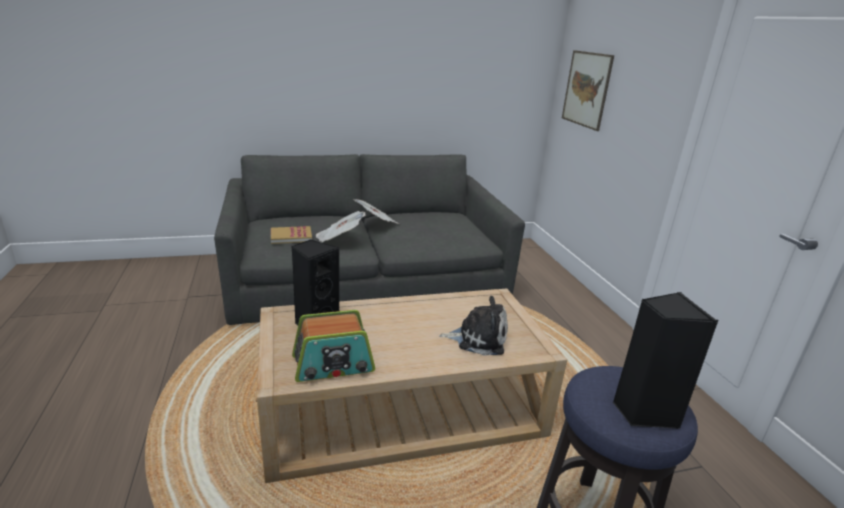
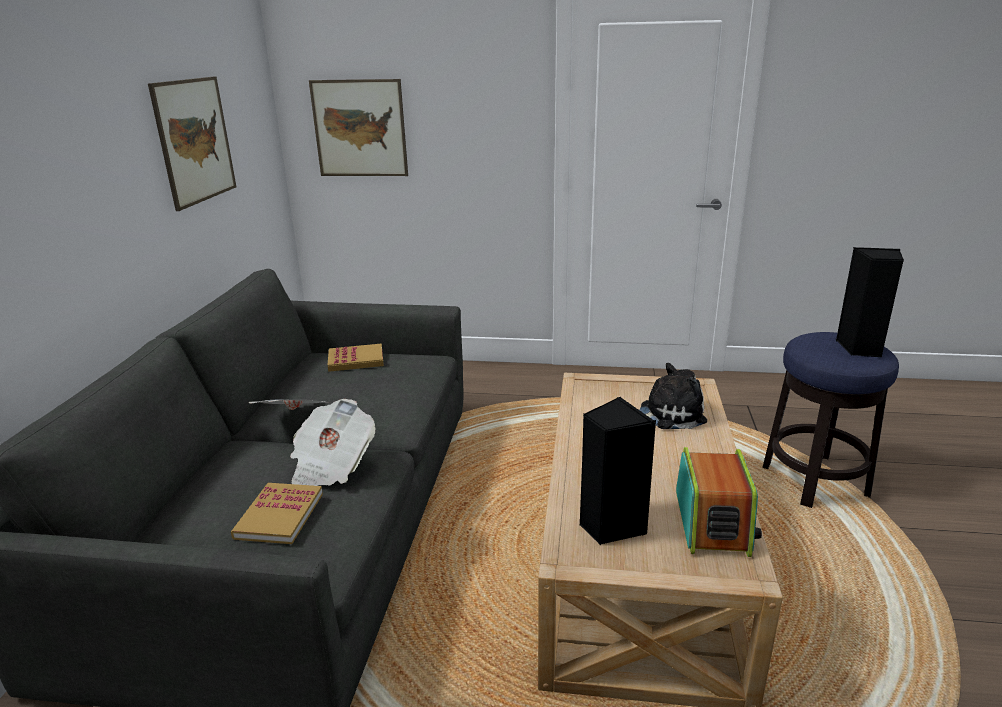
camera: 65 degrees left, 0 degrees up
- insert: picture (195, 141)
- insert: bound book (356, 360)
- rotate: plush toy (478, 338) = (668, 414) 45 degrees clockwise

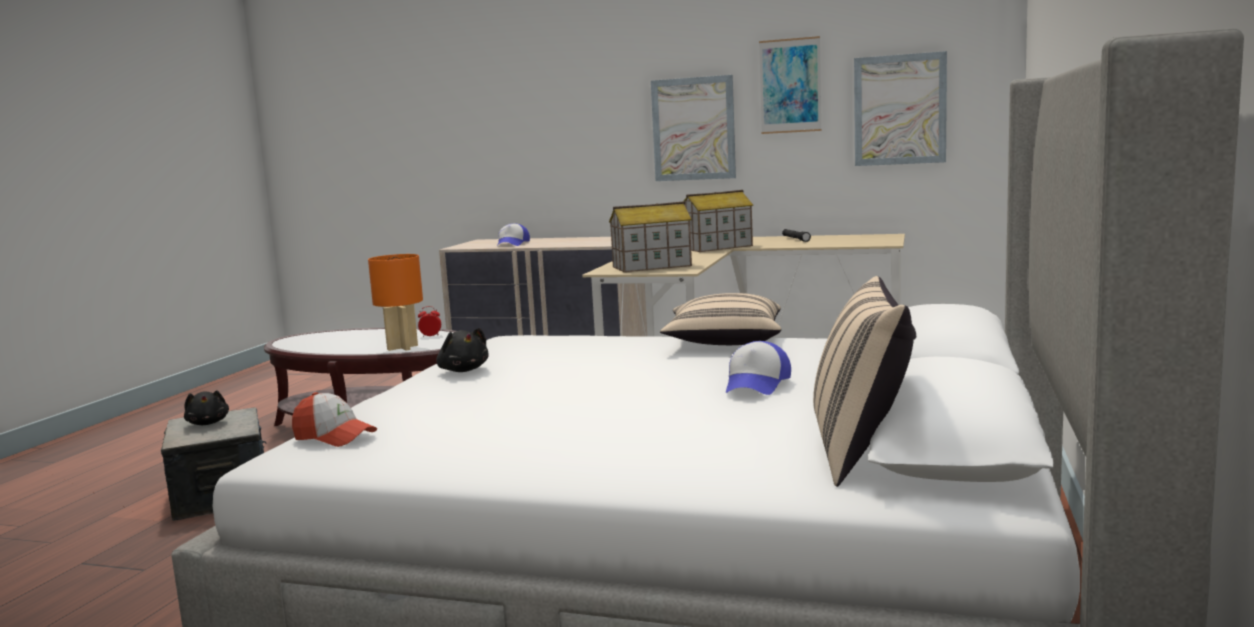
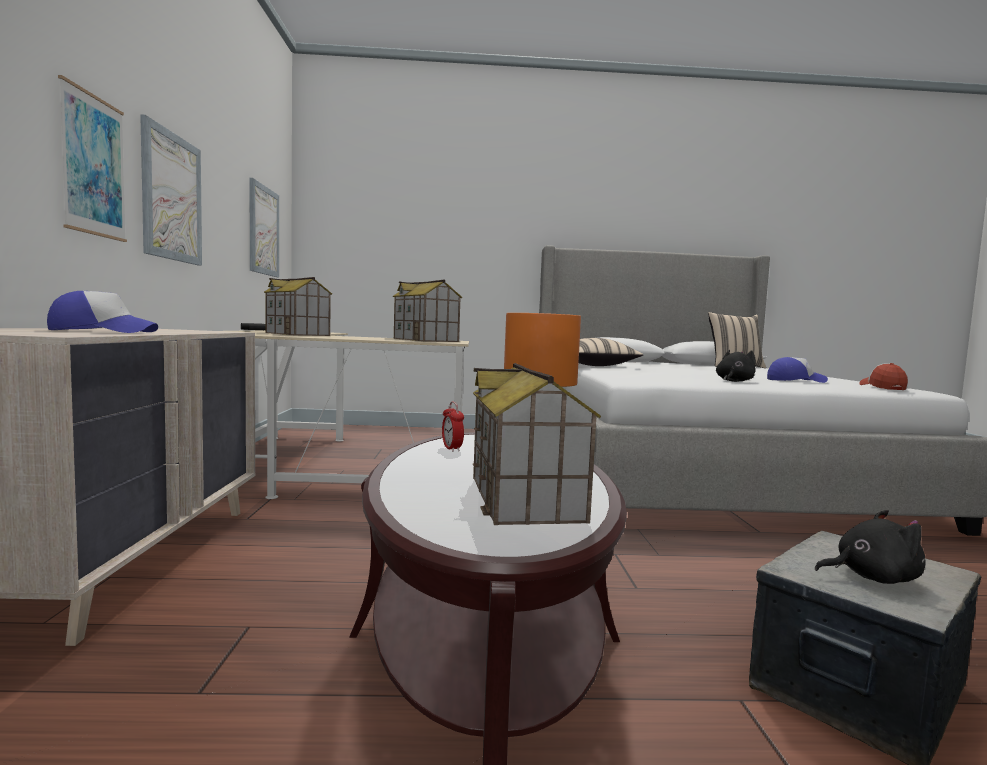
camera: 110 degrees left, 5 degrees down
- move: picture (790, 86) to (93, 166)
- insert: toy house (526, 498)
- move: peaked cap (757, 384) to (795, 380)
- rotate: black plush toy (208, 423) = (871, 577) 45 degrees clockwise

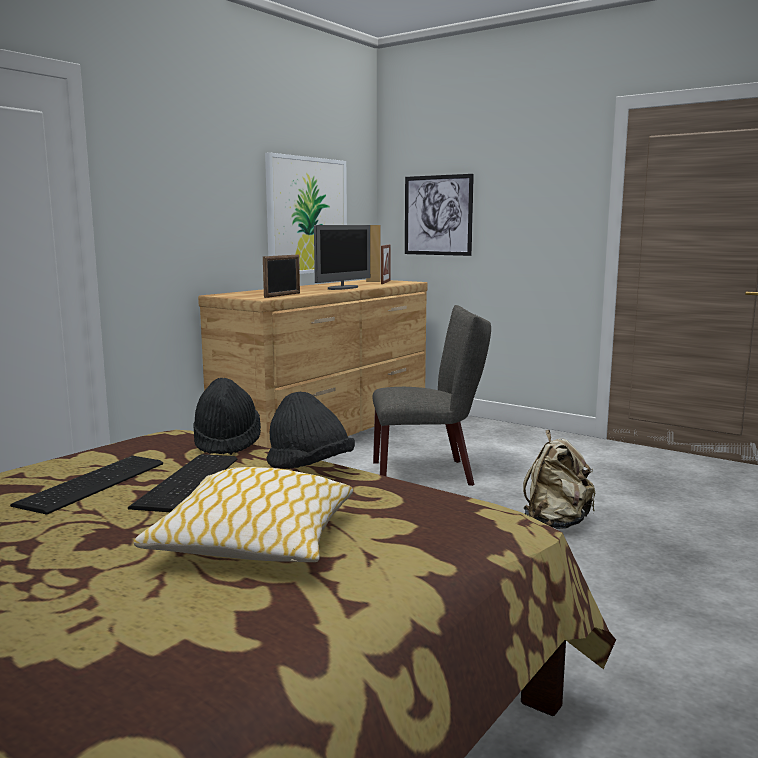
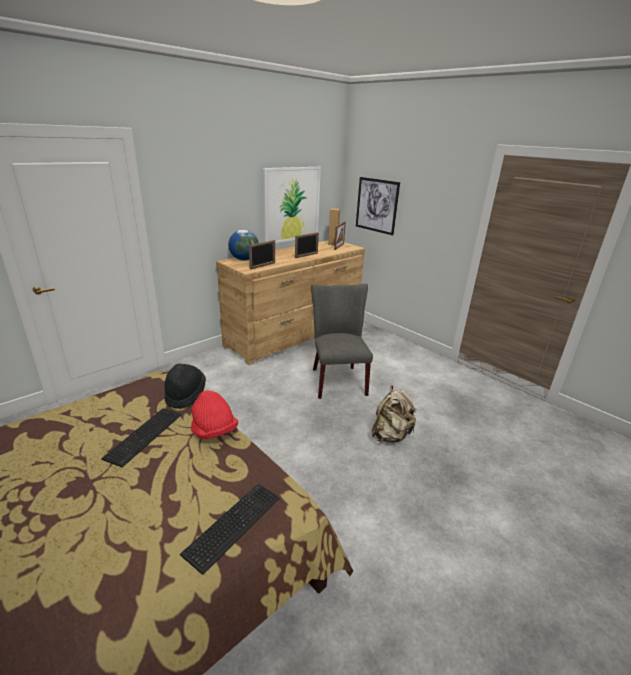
camera: 10 degrees right, 15 degrees up
- move: PC keyboard (89, 484) to (231, 524)
- recolor: black hat (309, 468) to red-coloured hat (214, 431)
- insert: world globe (244, 259)
- replace: computer display (343, 288) to standing frame (306, 255)
- rotate: greyish plain chair (429, 473) = (337, 379) 105 degrees counterclockwise
- delete: cushion (255, 541)

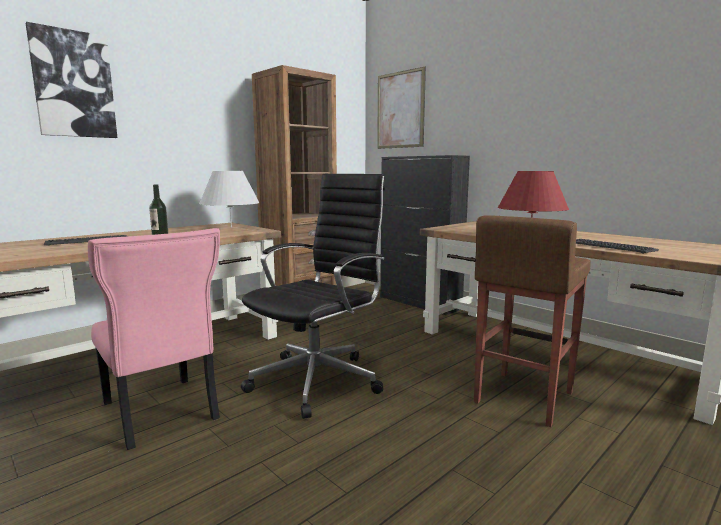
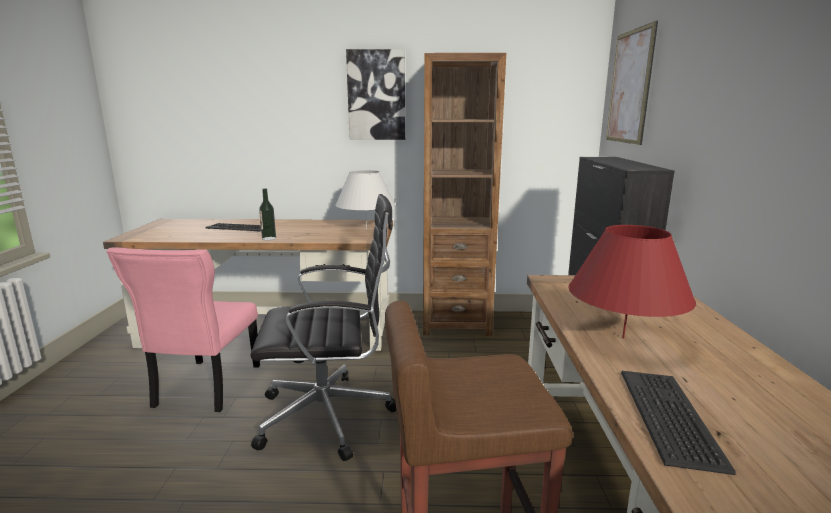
camera: 45 degrees right, 5 degrees up
- move: picture (73, 84) to (376, 95)

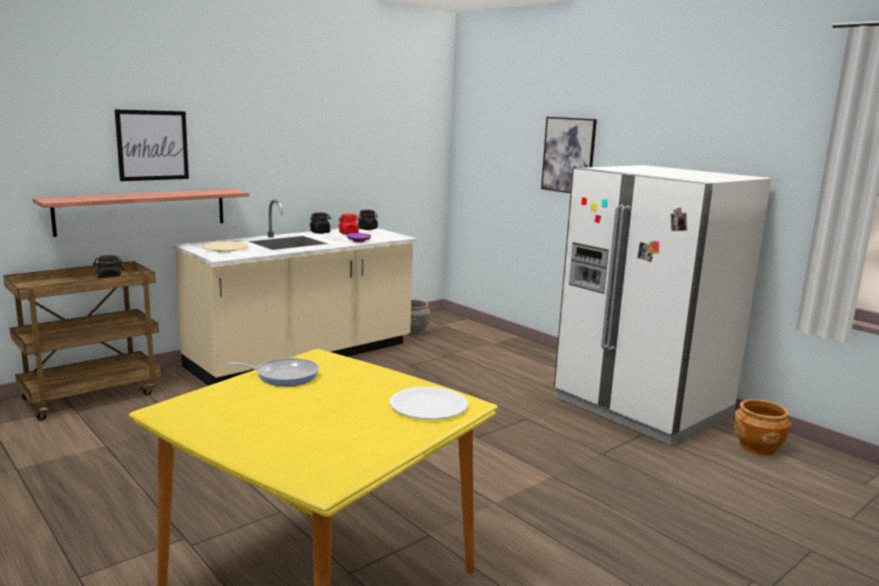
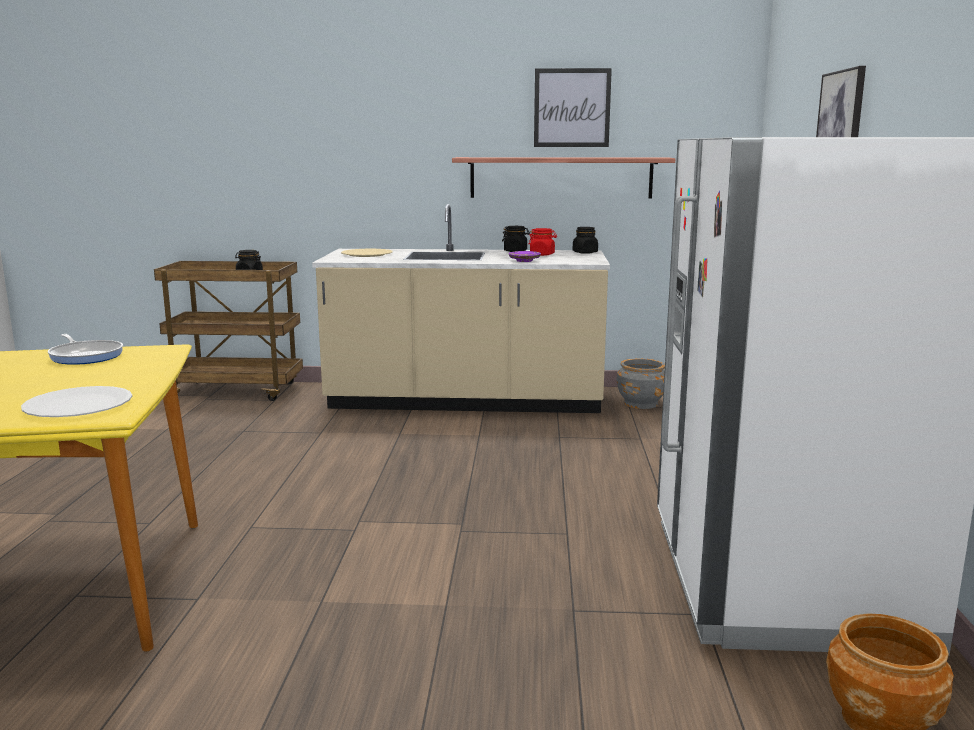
camera: 45 degrees right, 0 degrees up
- move: shelf (143, 211) to (561, 177)
- move: picture (152, 145) to (572, 108)

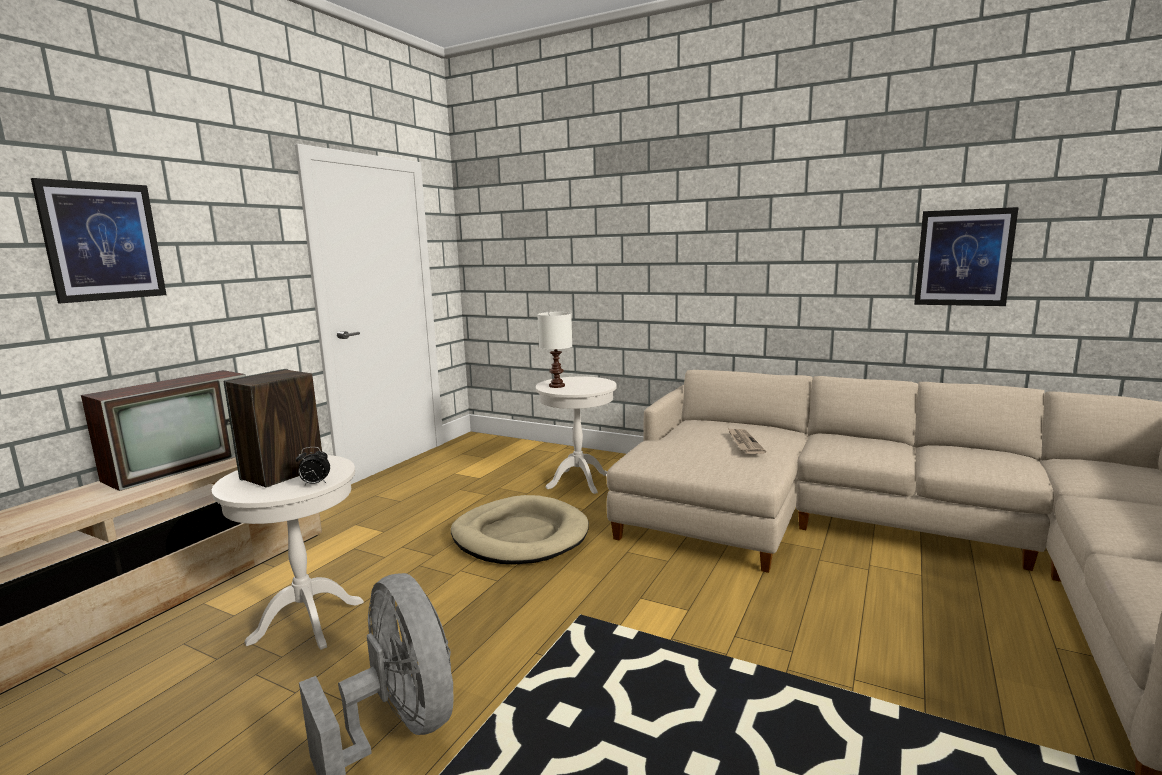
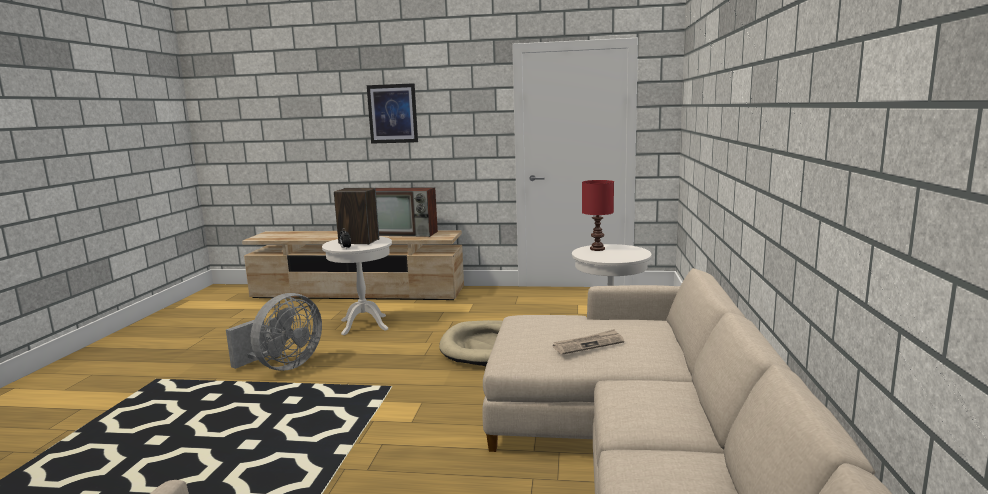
camera: 70 degrees right, 0 degrees up
- recolor: white-coloured tabletop lamp (557, 386) to red-coloured tabletop lamp (598, 249)
- delete: picture (963, 258)

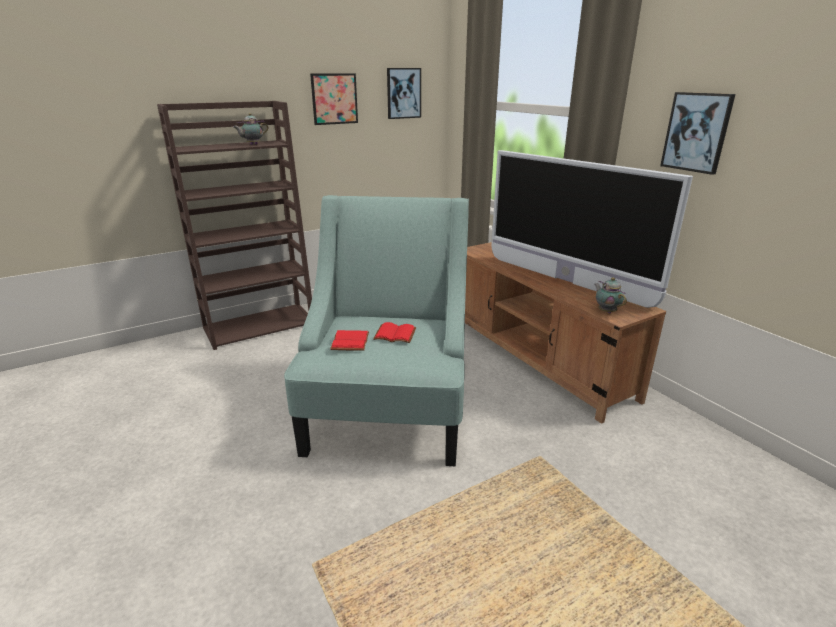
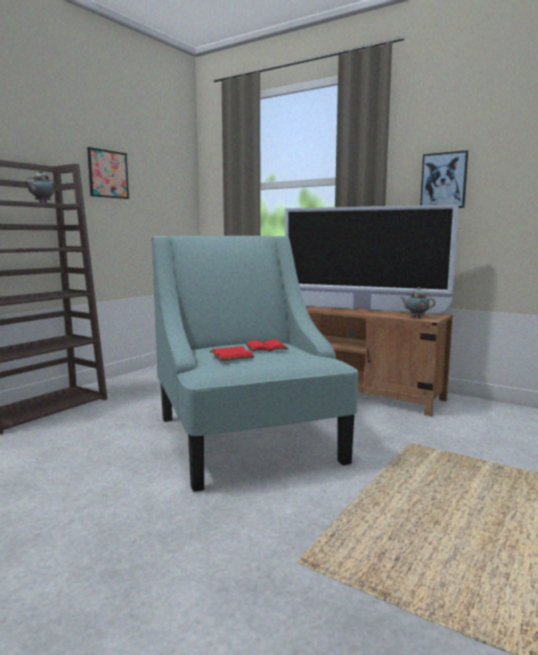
camera: 25 degrees left, 15 degrees down
- delete: picture (403, 93)

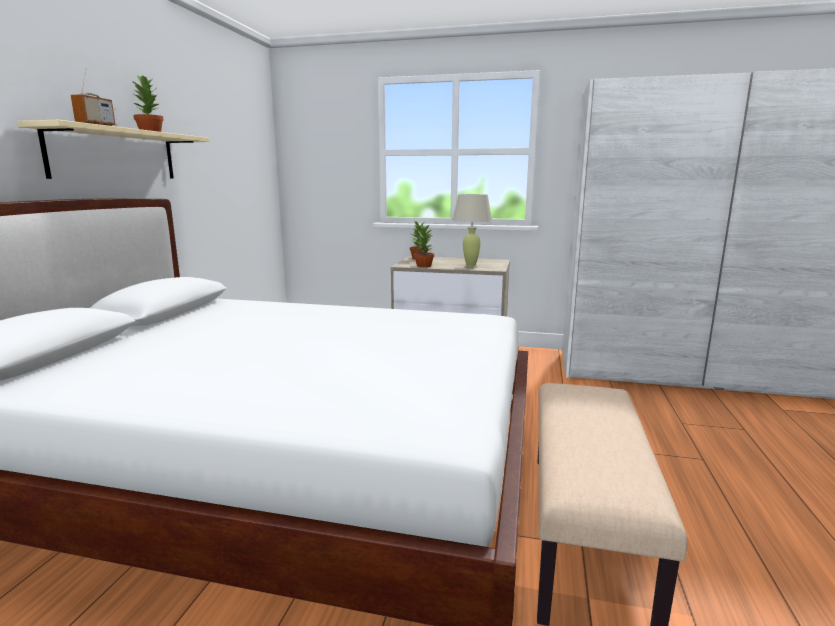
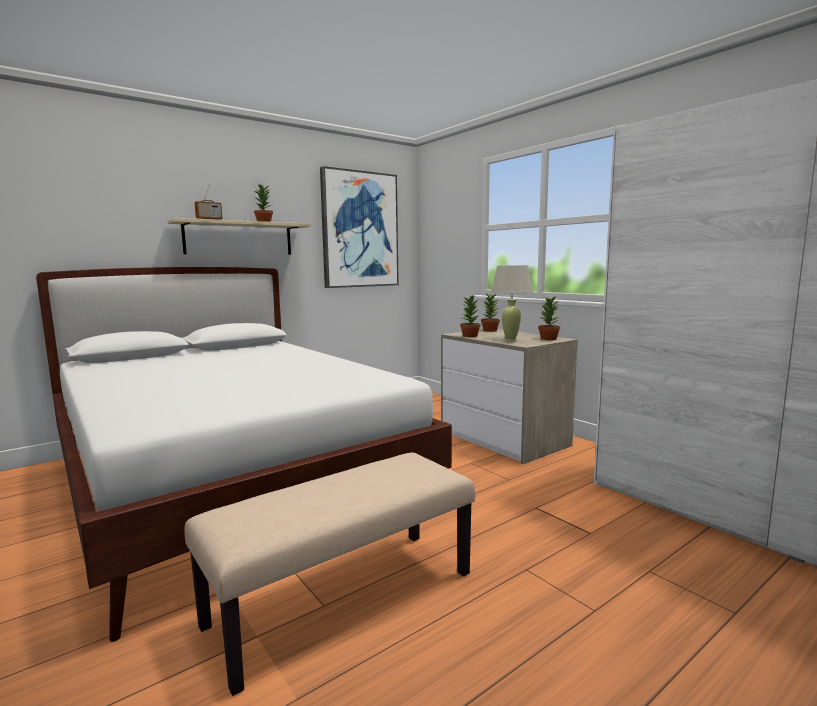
camera: 40 degrees right, 5 degrees down
- insert: picture (359, 230)
- insert: plant in a pot (548, 339)

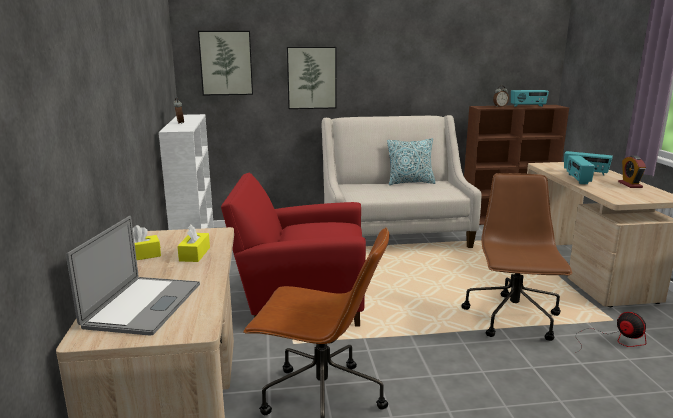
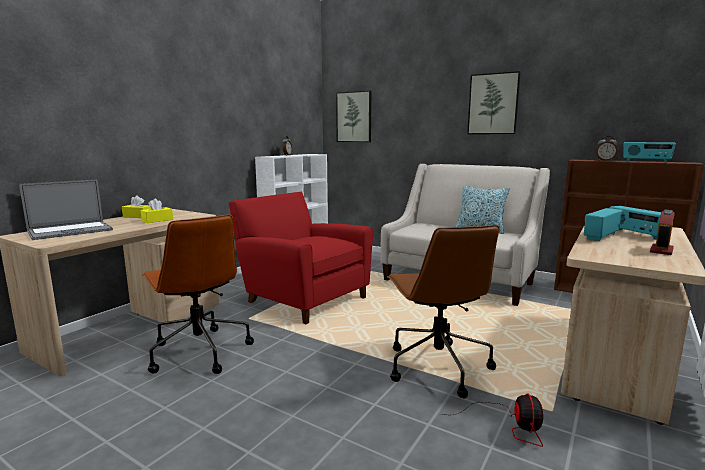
camera: 40 degrees right, 5 degrees down
- rotate: brown-coloured desk chair (513, 319) = (436, 366) 120 degrees clockwise
- move: picture (311, 78) to (493, 104)

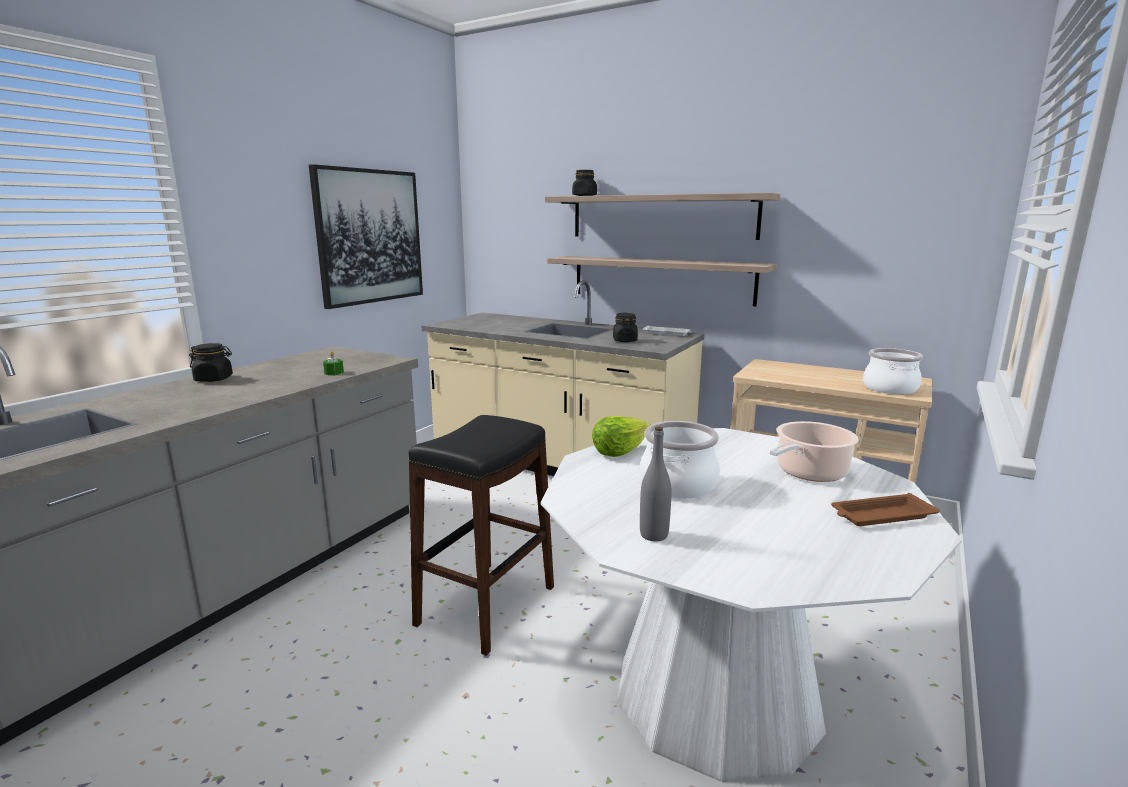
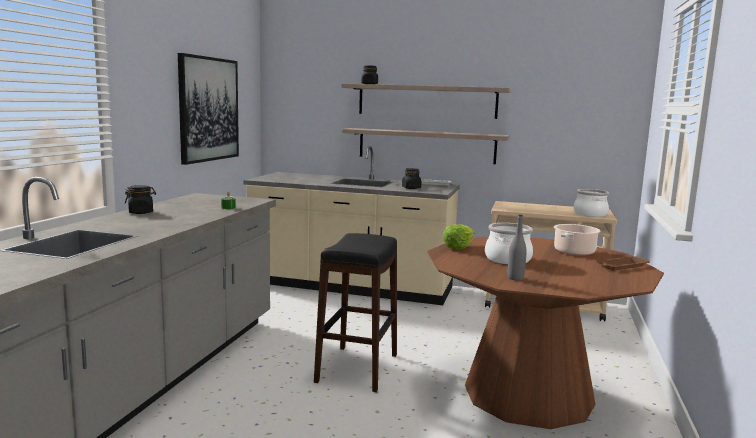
camera: 15 degrees left, 5 degrees down
- recolor: white-coloured dinner table (717, 693) to brown-coloured dinner table (528, 394)

